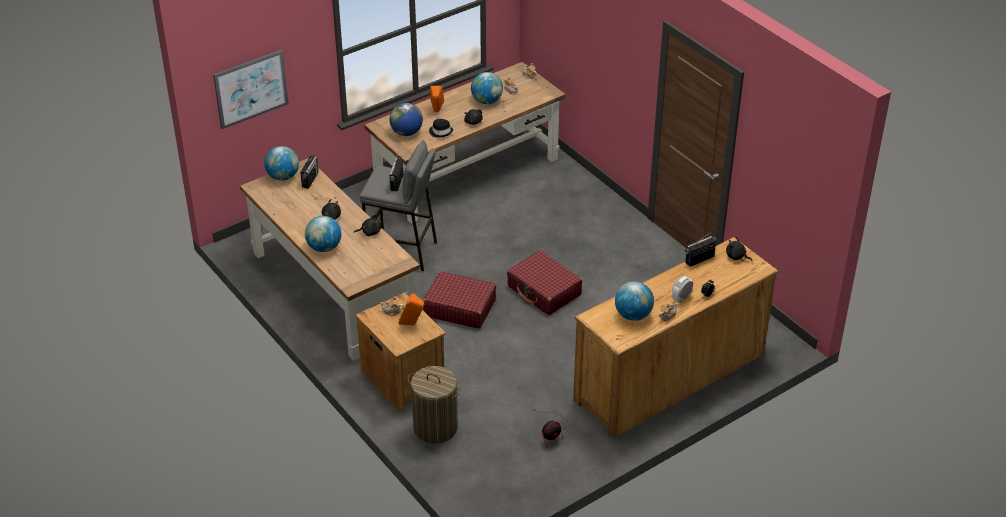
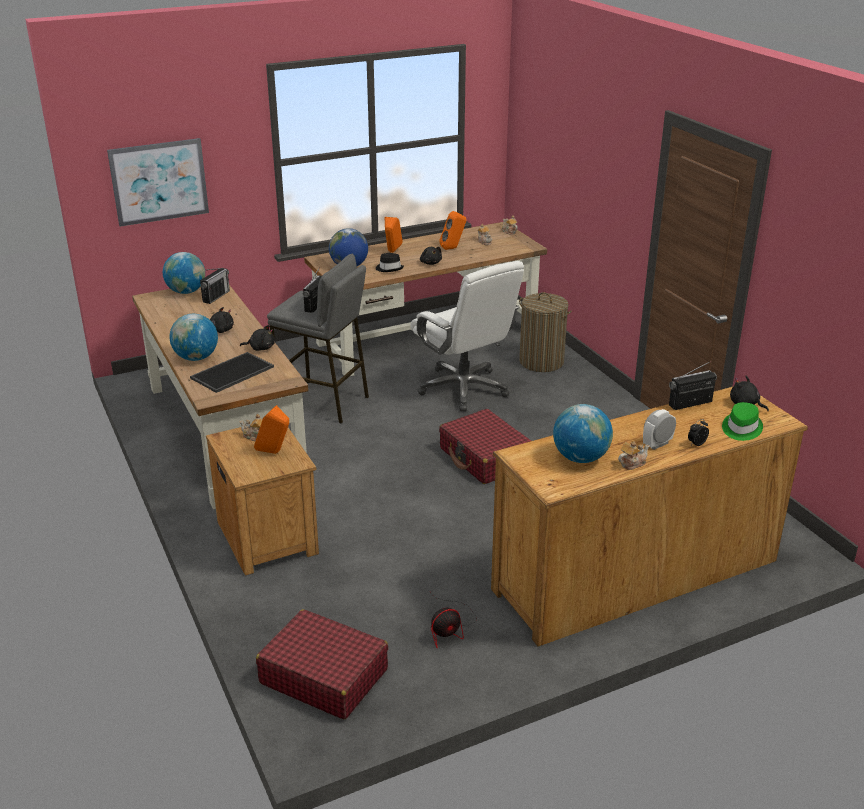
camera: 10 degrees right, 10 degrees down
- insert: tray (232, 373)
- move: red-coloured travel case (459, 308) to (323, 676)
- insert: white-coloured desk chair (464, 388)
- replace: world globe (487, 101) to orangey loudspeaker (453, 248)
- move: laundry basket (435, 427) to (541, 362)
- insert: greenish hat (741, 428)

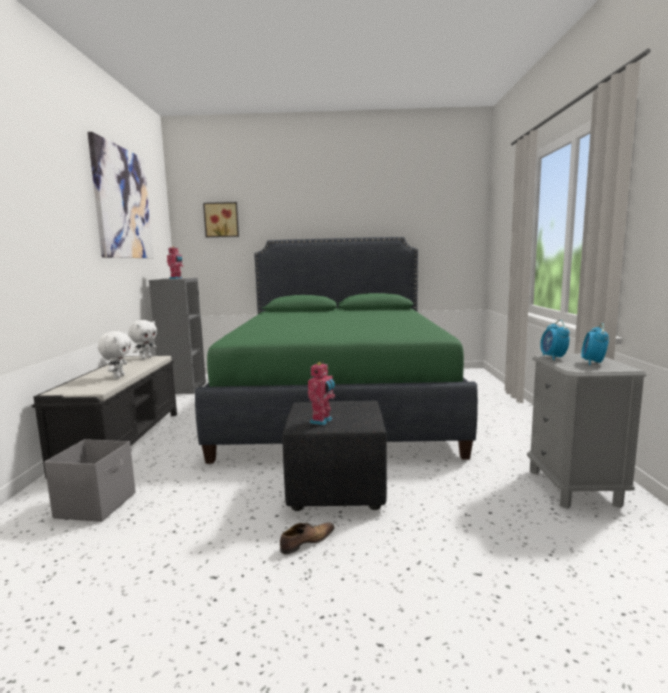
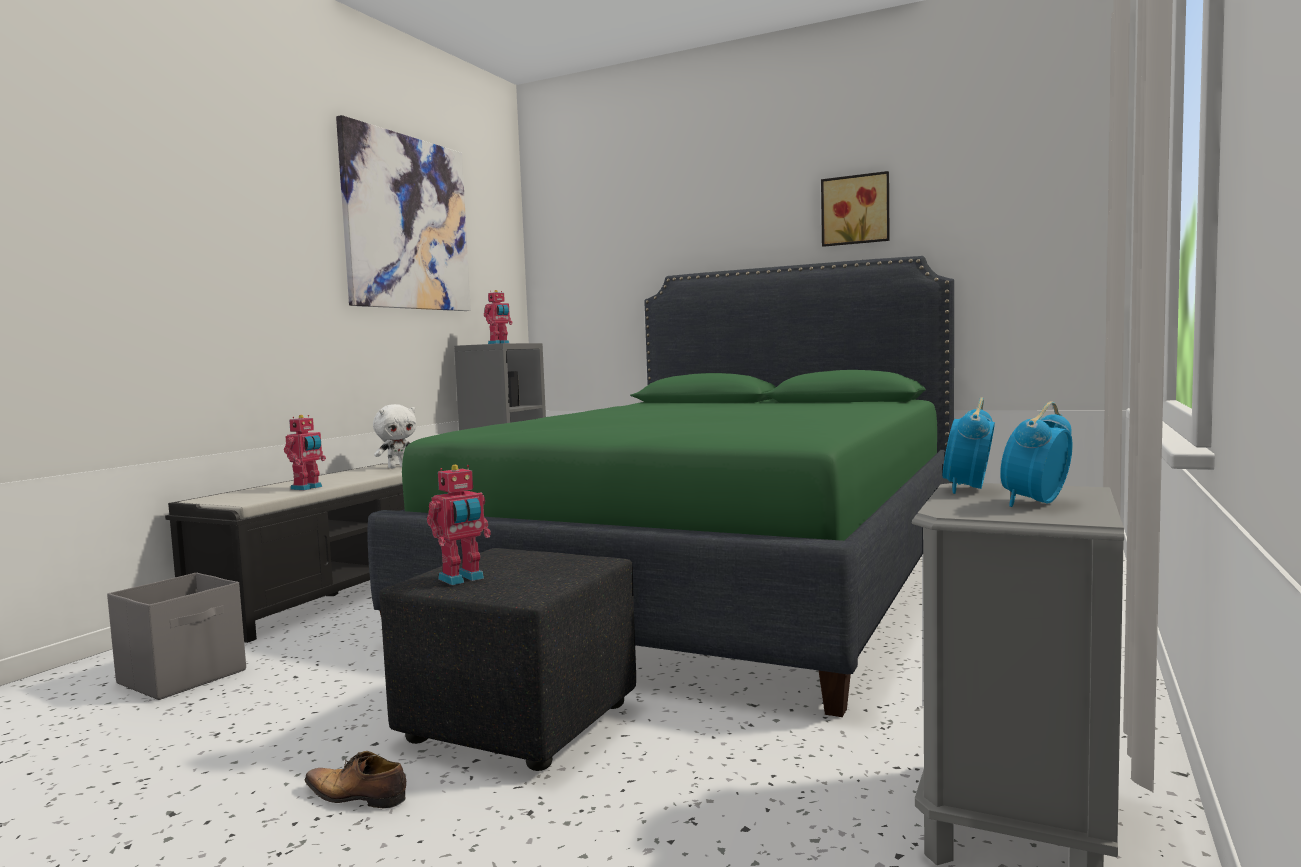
camera: 25 degrees right, 5 degrees down
- replace: white-coloured plush toy (118, 377) to model robot (307, 488)
- rotate: item of footwear (306, 542) = (357, 796) 150 degrees counterclockwise
- move: picture (221, 220) to (855, 210)

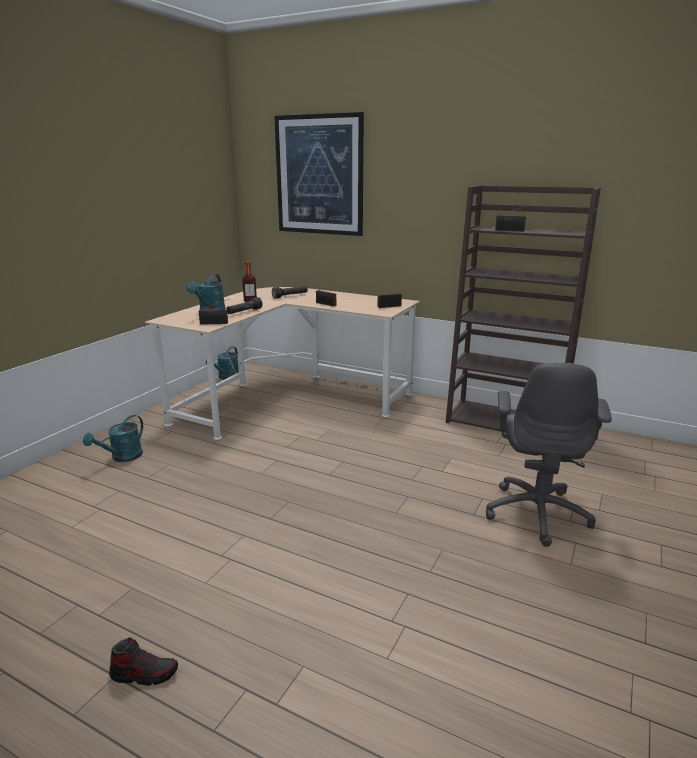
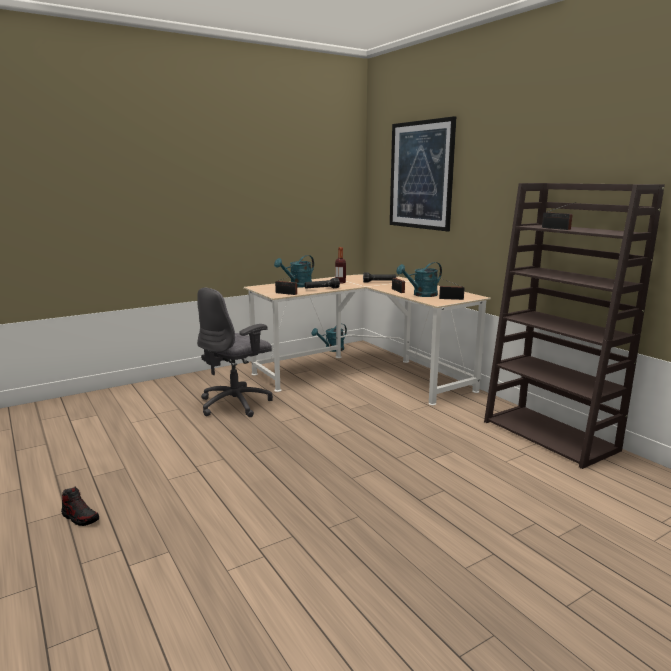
camera: 30 degrees right, 5 degrees down
- move: greyish desk chair (537, 513) to (236, 404)
- move: turquoise-coloured watering pot (122, 457) to (421, 295)

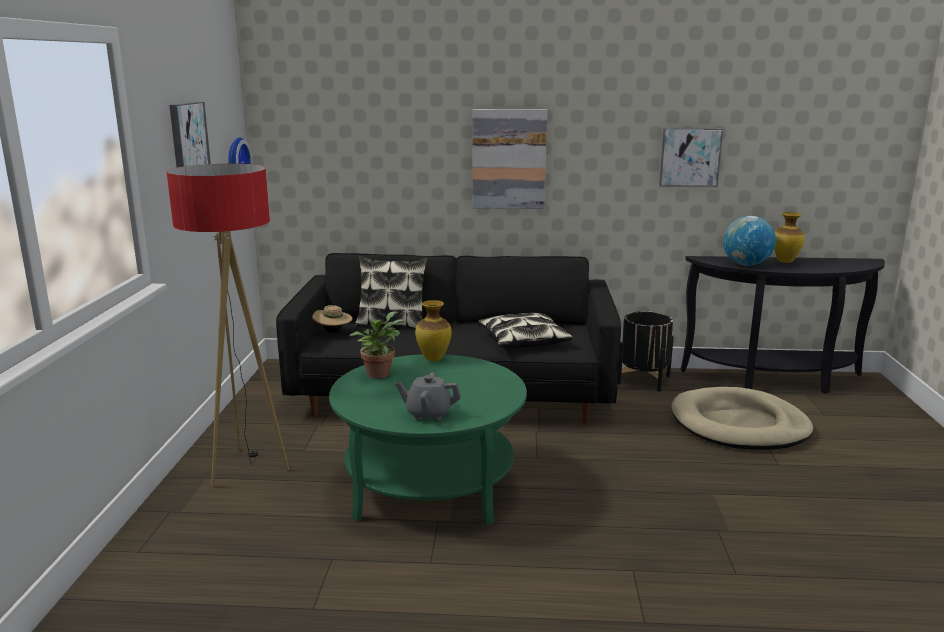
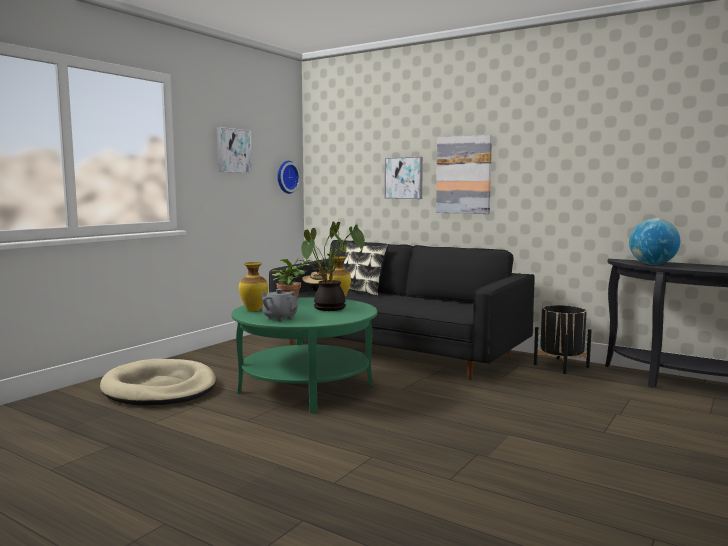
camera: 30 degrees right, 10 degrees down
- move: beige-coloured dog cushion (739, 425) to (160, 388)
- move: flower vase (784, 261) to (254, 310)
- insert: plant in a pot (329, 309)
- move: picture (690, 157) to (404, 178)
- delete: standard lamp (247, 468)
- delete: cushion (523, 341)

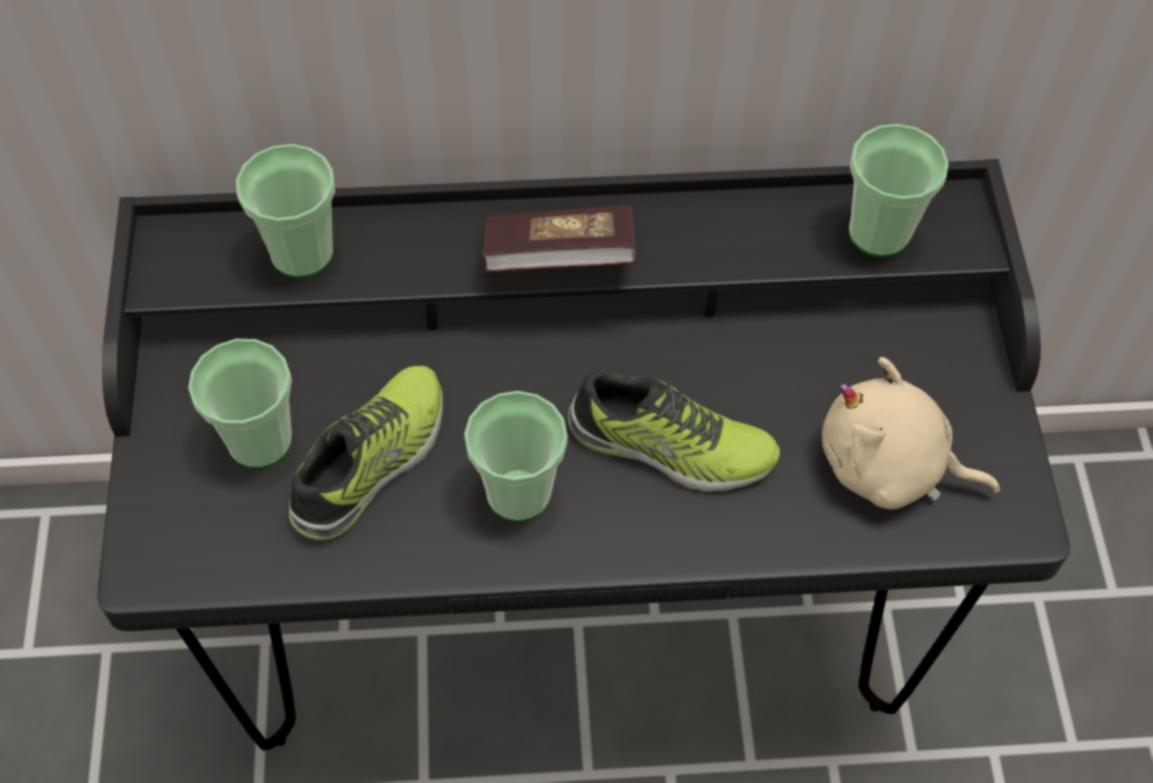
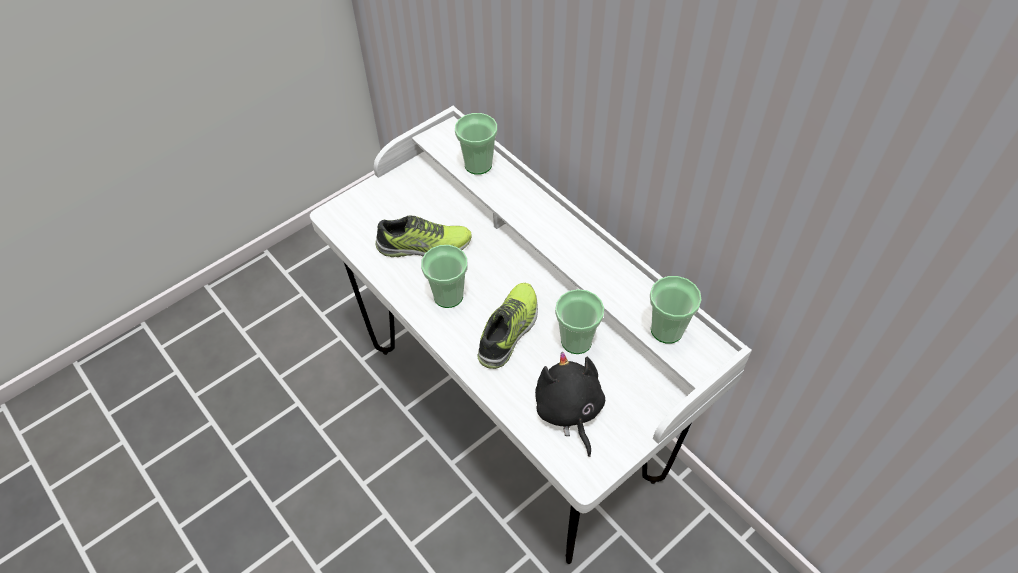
camera: 55 degrees right, 5 degrees down
- recolor: black desk table (572, 613) to white-coloured desk table (513, 412)
- rotate: item of footwear (670, 447) = (510, 330) 135 degrees counterclockwise
- recolor: beige-coloured plush toy (890, 466) to black plush toy (569, 411)
- move: drinking cup (260, 441) to (576, 341)
- delete: bound book (560, 258)

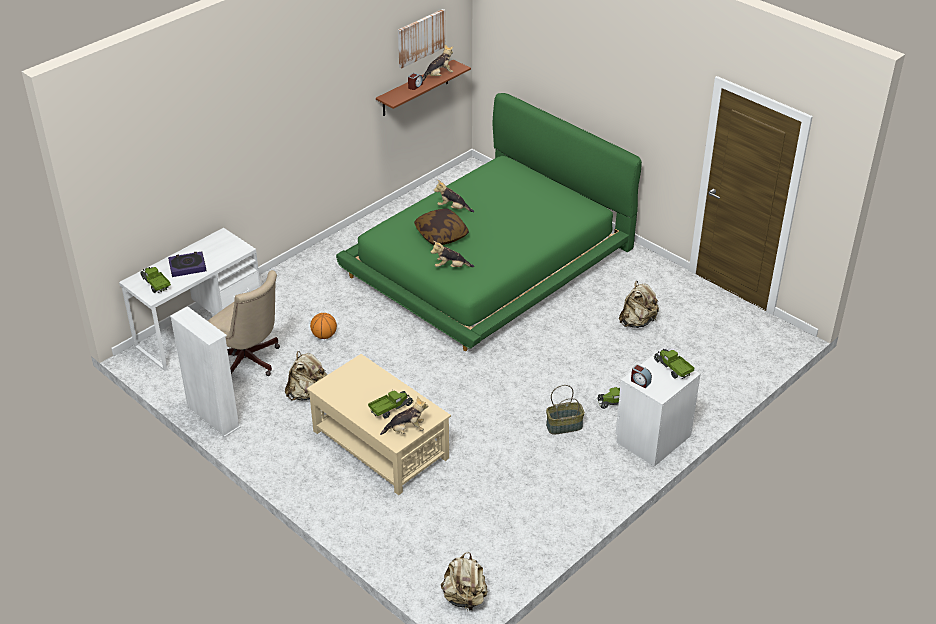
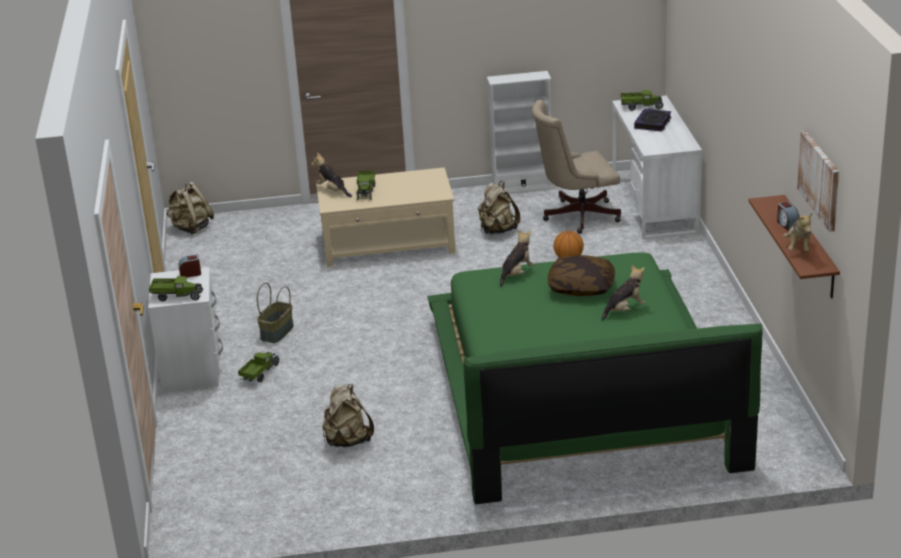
camera: 130 degrees right, 10 degrees down
- rotate: plush toy (406, 430) = (332, 190) 105 degrees clockwise

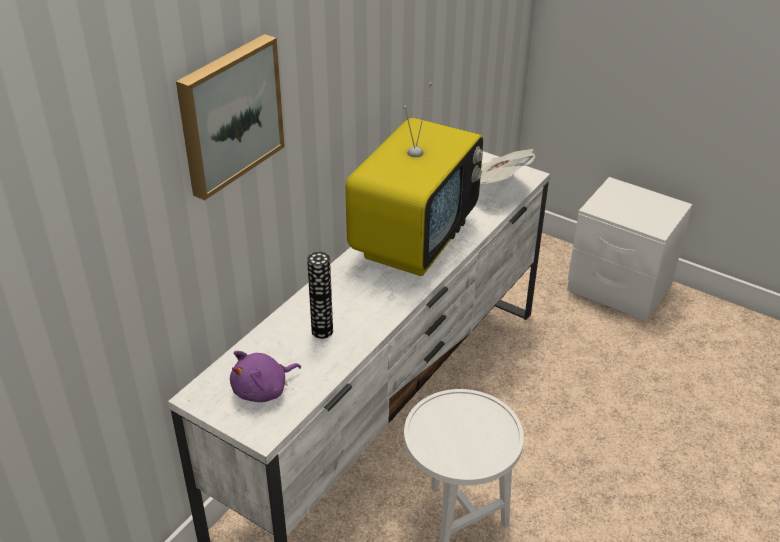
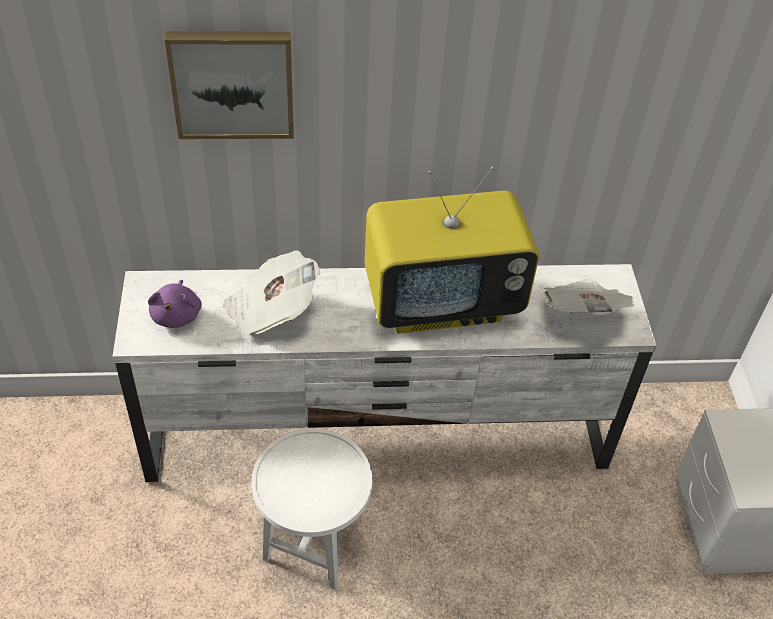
camera: 50 degrees right, 10 degrees up
- rotate: purplish plush toy (263, 390) = (177, 314) 105 degrees counterclockwise
- replace: flower vase (322, 331) to newspaper (271, 310)

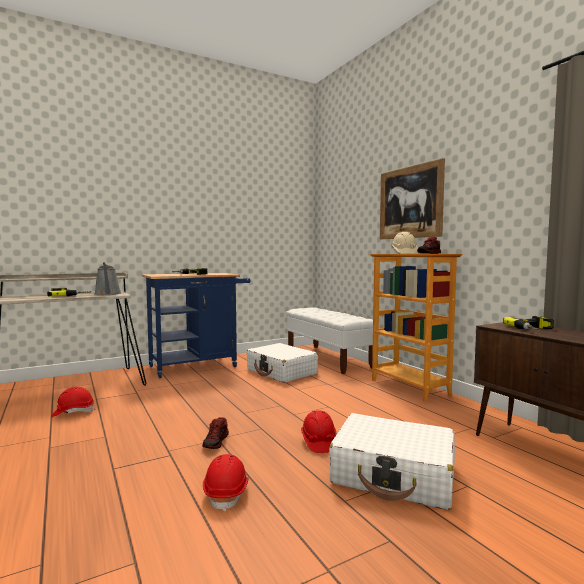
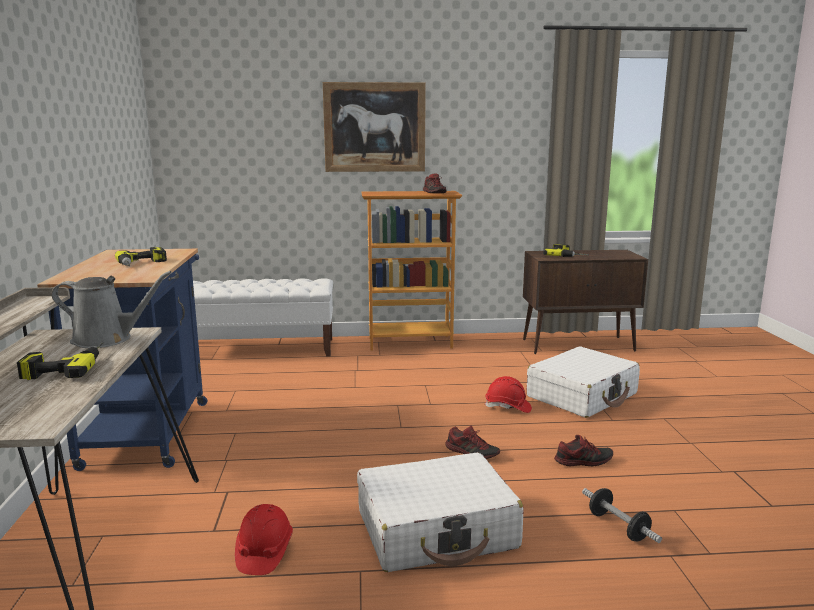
camera: 65 degrees left, 10 degrees up
- move: white-coloured travel case (281, 372) to (437, 530)
- replace: red-coloured work helmet (226, 493) to item of footwear (583, 461)
- insert: hand weight (618, 527)
- delete: beige-coloured work helmet (404, 253)

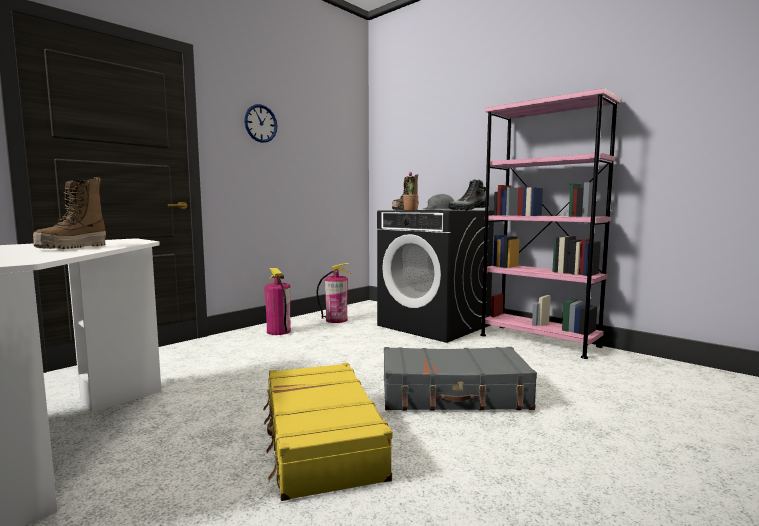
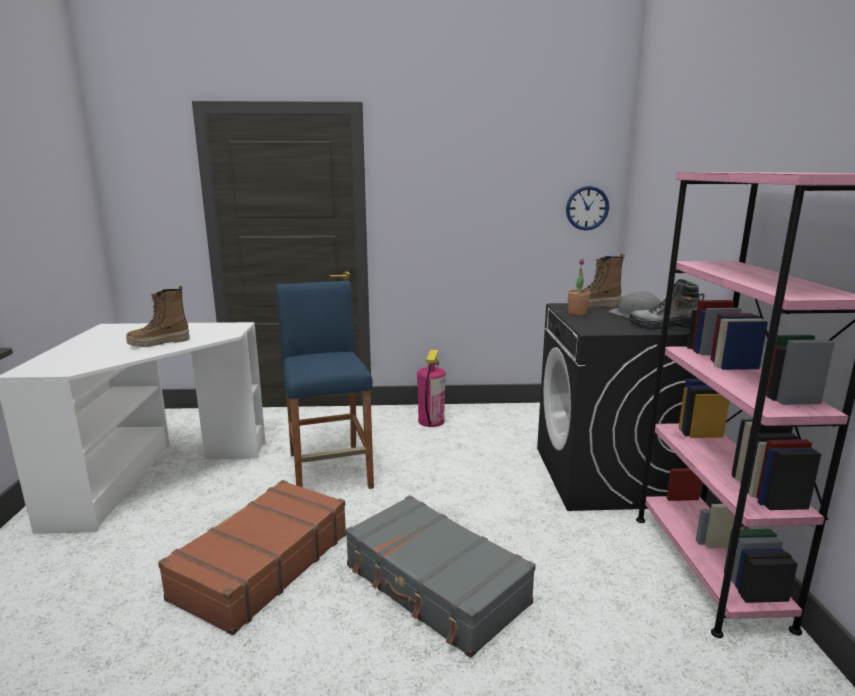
camera: 45 degrees right, 10 degrees up
- recolor: yellowish travel case (320, 440) to brown-coloured travel case (261, 565)
- insert: blue-coloured sitting stool (330, 470)
- move: hanging clock (260, 123) to (587, 208)
- delete: fire-fighting cylinder (336, 320)

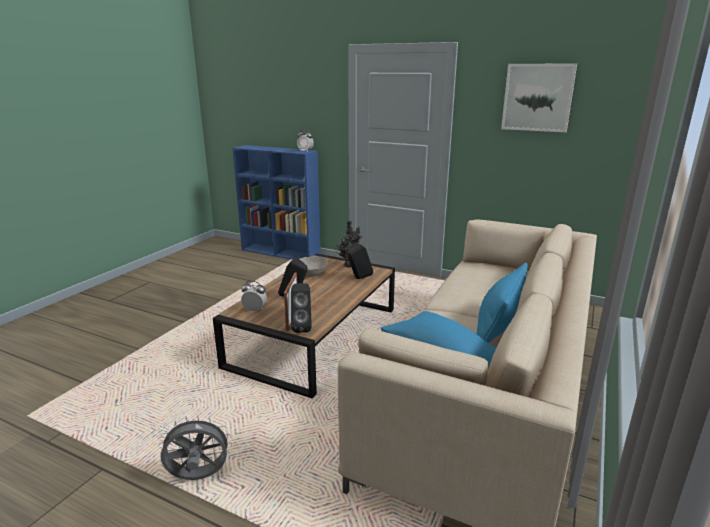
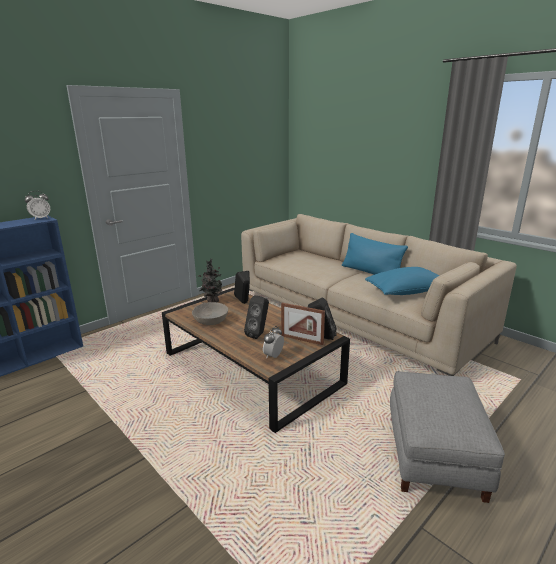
camera: 70 degrees left, 0 degrees up
- replace: greyish cooling fan (198, 477) to greyish footrest (435, 455)
- delete: picture (537, 97)

